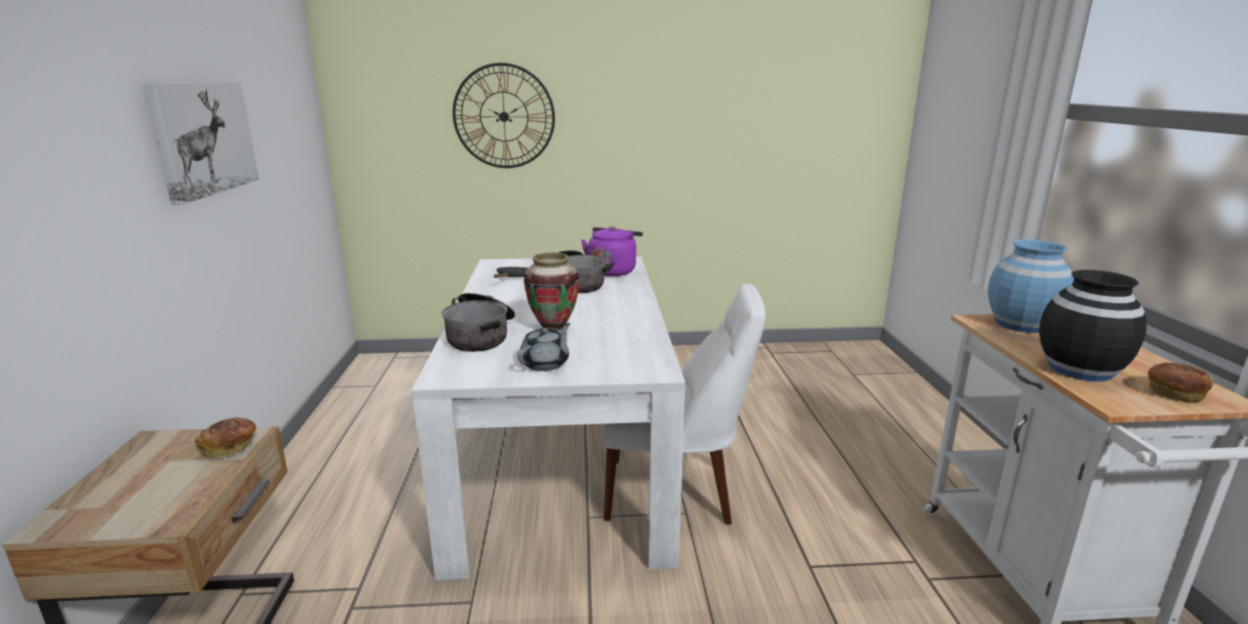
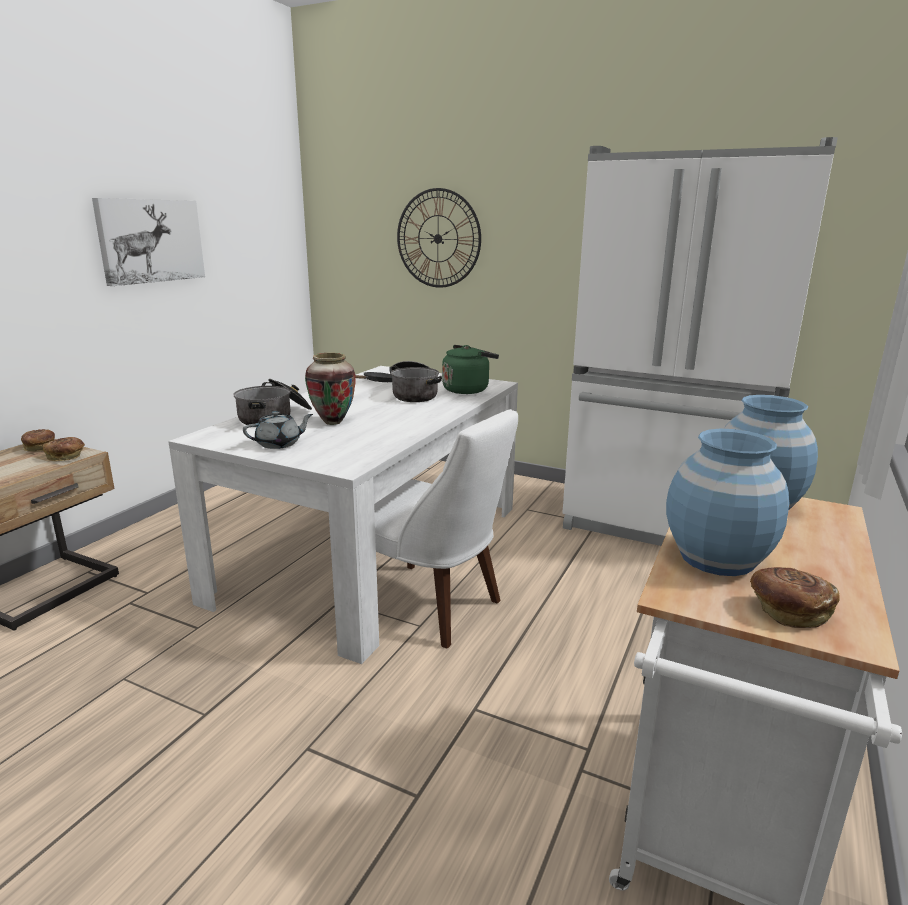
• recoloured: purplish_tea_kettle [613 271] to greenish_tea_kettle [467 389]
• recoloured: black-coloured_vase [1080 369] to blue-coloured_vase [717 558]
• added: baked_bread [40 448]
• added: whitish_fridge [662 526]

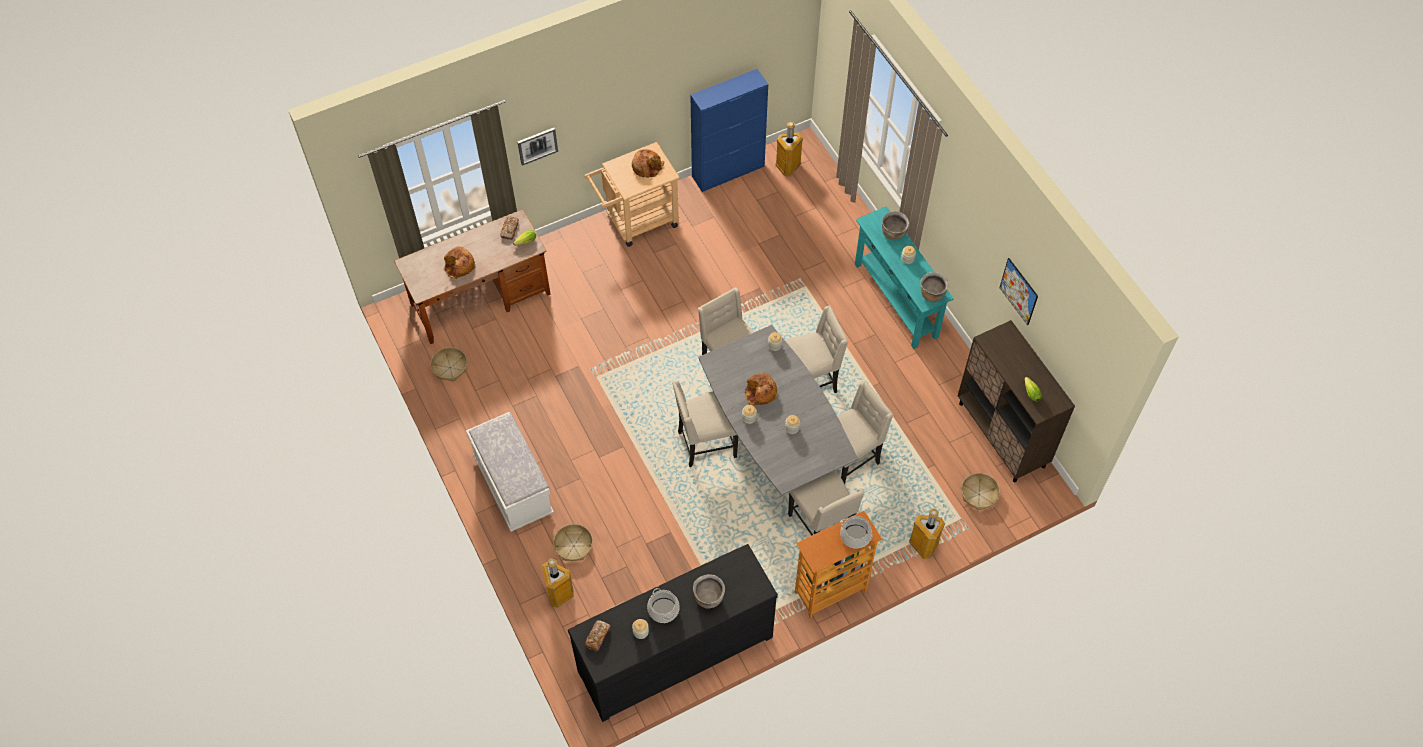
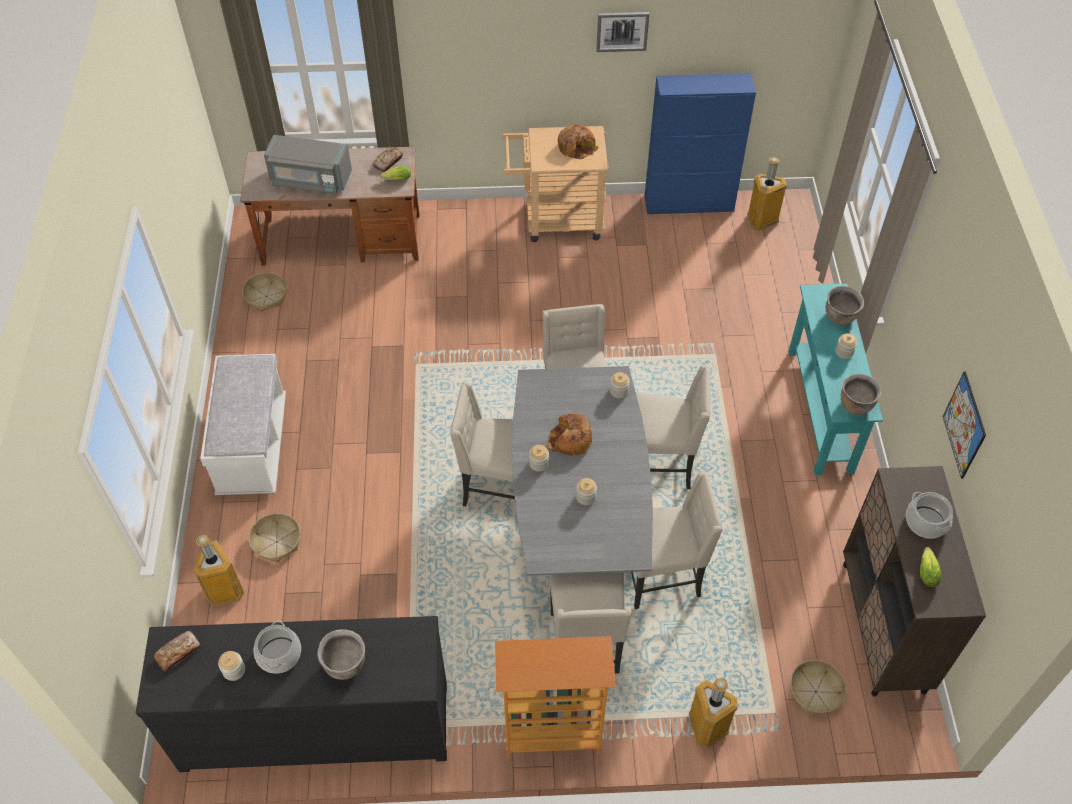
• replaced: baked_bread [459 266] to gray_kitchen_microwave [310 180]
• moved: picture [537 145] to [622 31]
• moved: cooking_pot [855 536] to [925 522]

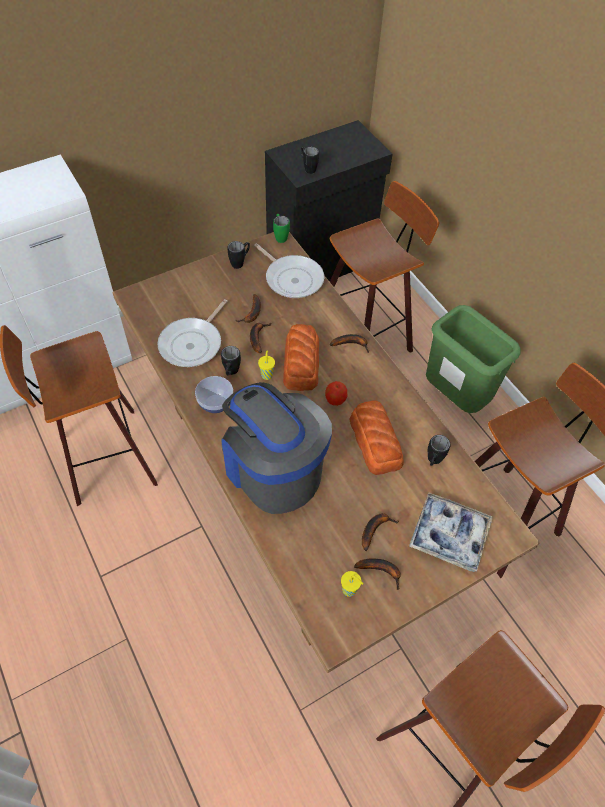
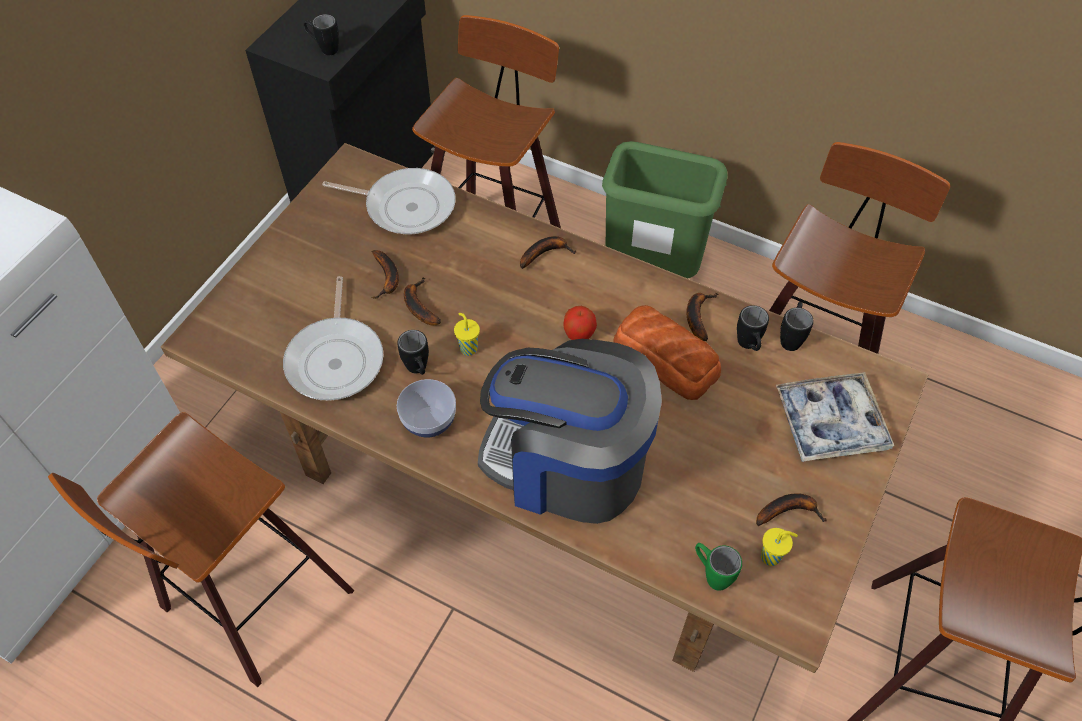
• moved: black-coloured_mug [240 262] to [791 337]
• moved: greenish_mug [280 236] to [711 574]
• removed: baked_bread [301 363]
• moved: banana_fruit [375 529] to [697 316]

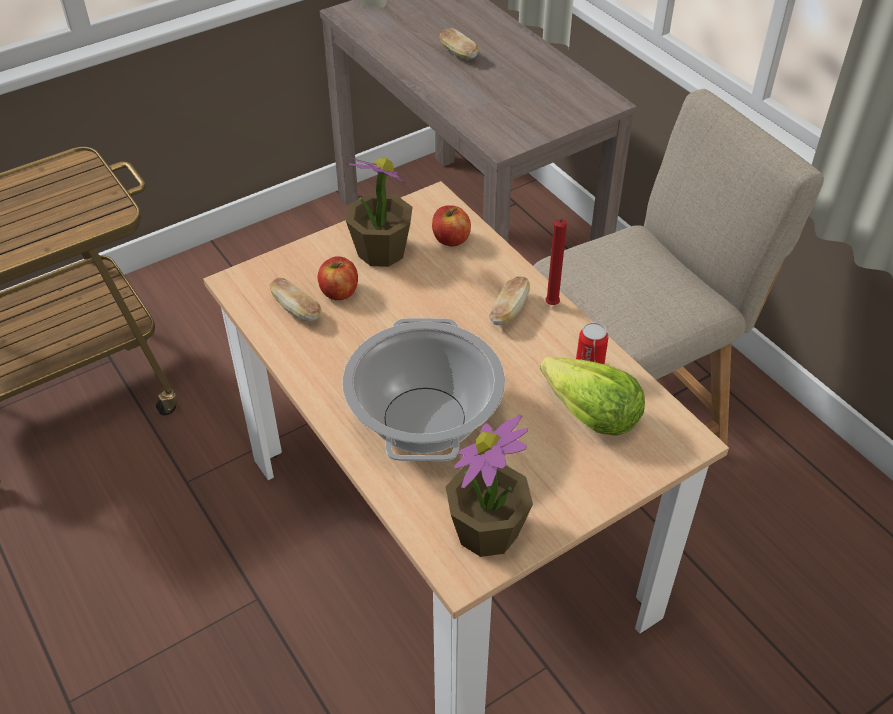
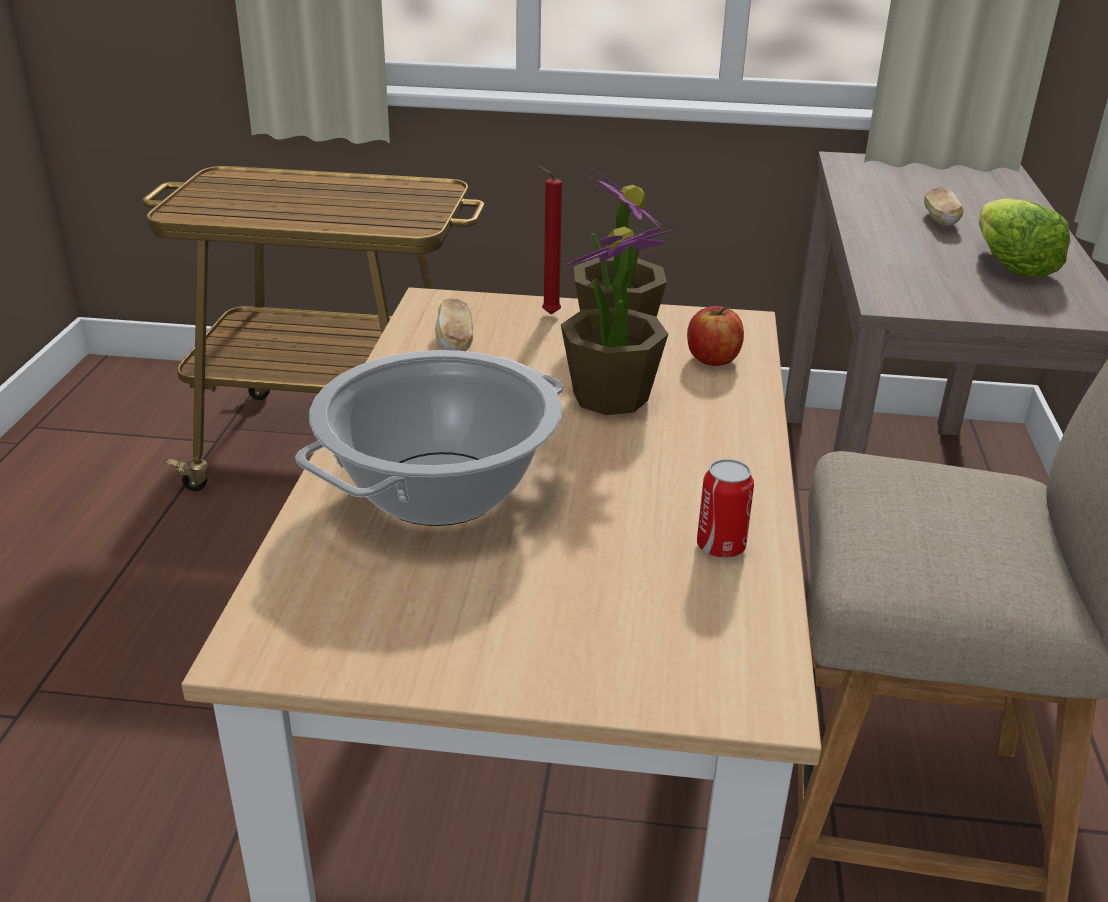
• removed: whole_apple [339 292]
• moved: houseplant [487 531] to [610 397]
• removed: baked_bread [508 311]
• moved: lettuce_head [589 414] to [1009 265]
• moved: red_wax_candle [550 305] to [548 314]

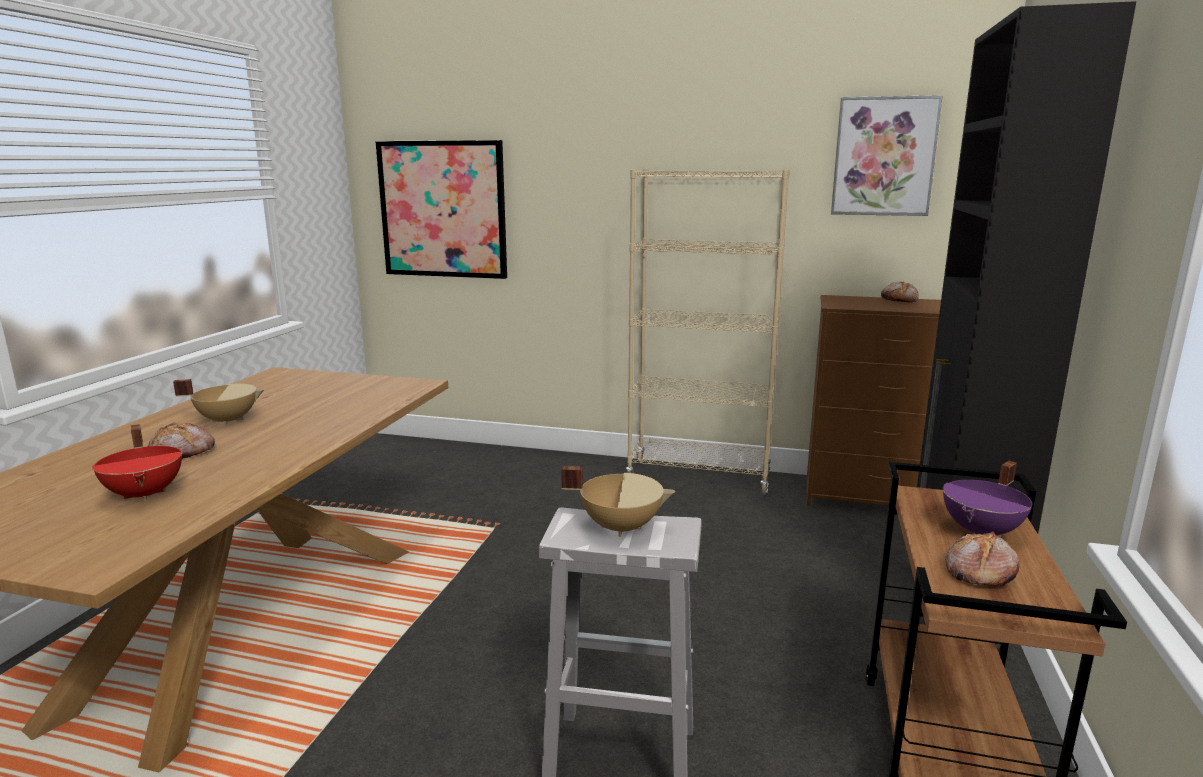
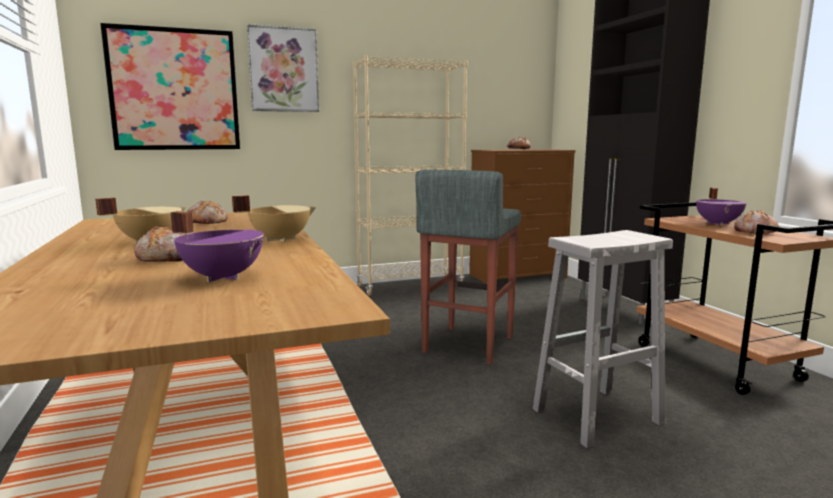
• recoloured: red_cooking_pot [146 494] to purplish_cooking_pot [223 277]
• moved: beige-coloured_cooking_pot [620 527] to [280 239]
• moved: picture [884 157] to [283 70]
• added: baked_bread [208 222]
• added: gray_stool_seat [467 344]

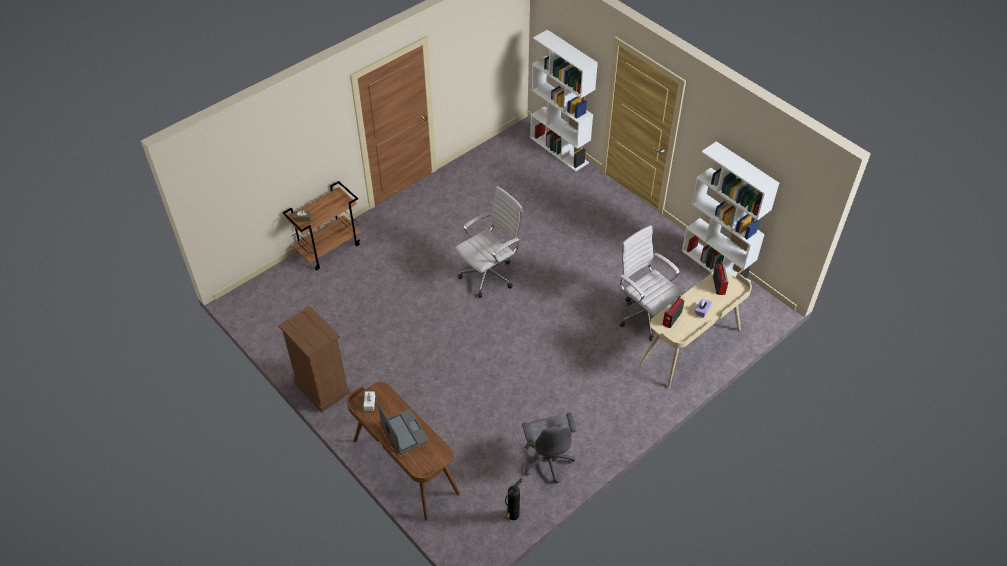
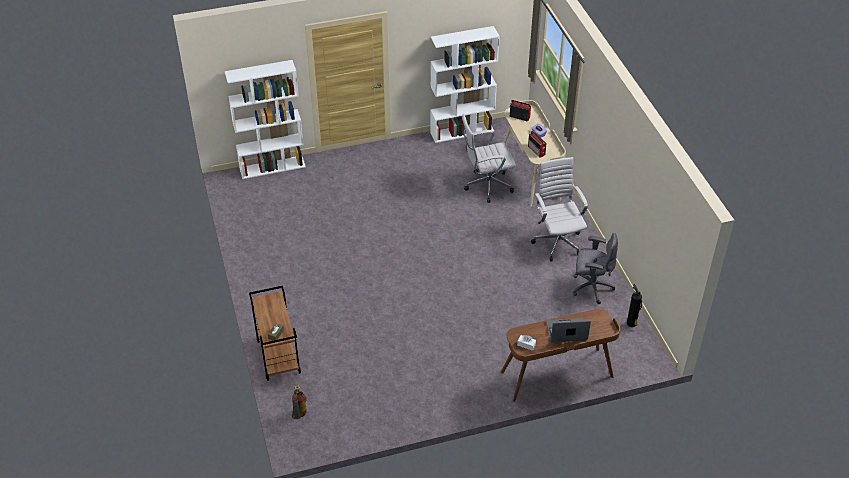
• removed: brown_drawer_chest [322 388]
• moved: whitish_desk_chair [489 275] to [557 241]
• added: fire-fighting_cylinder [299 417]

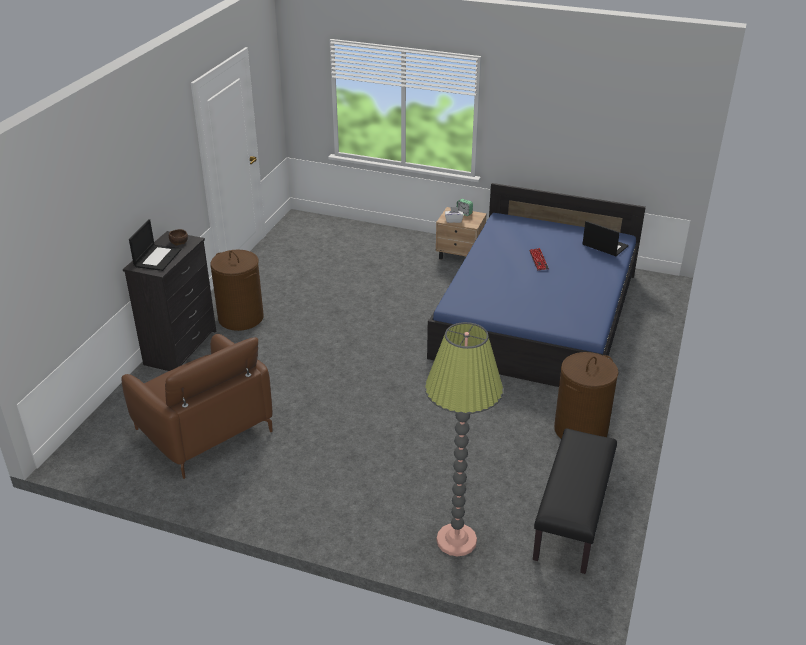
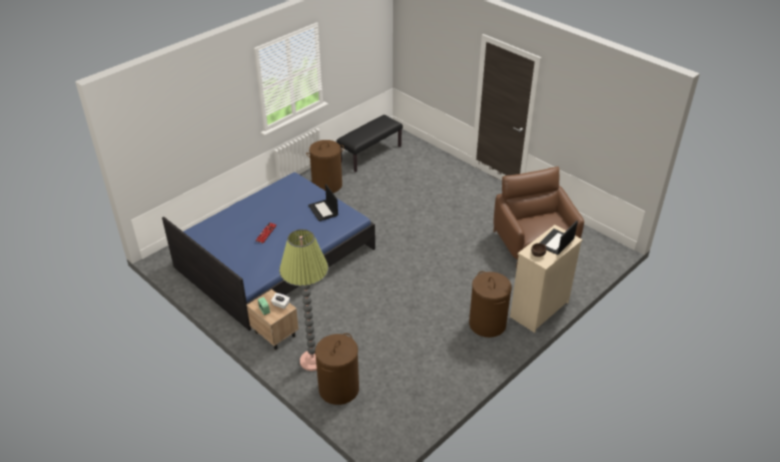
• recoloured: black-coloured_drawer_chest [181 347] to beige-coloured_drawer_chest [538 310]
• moved: standing_lamp [456 540] to [312 361]
• moved: notebook_computer [604 245] to [323 210]
• added: brown_laundry_basket [339 389]

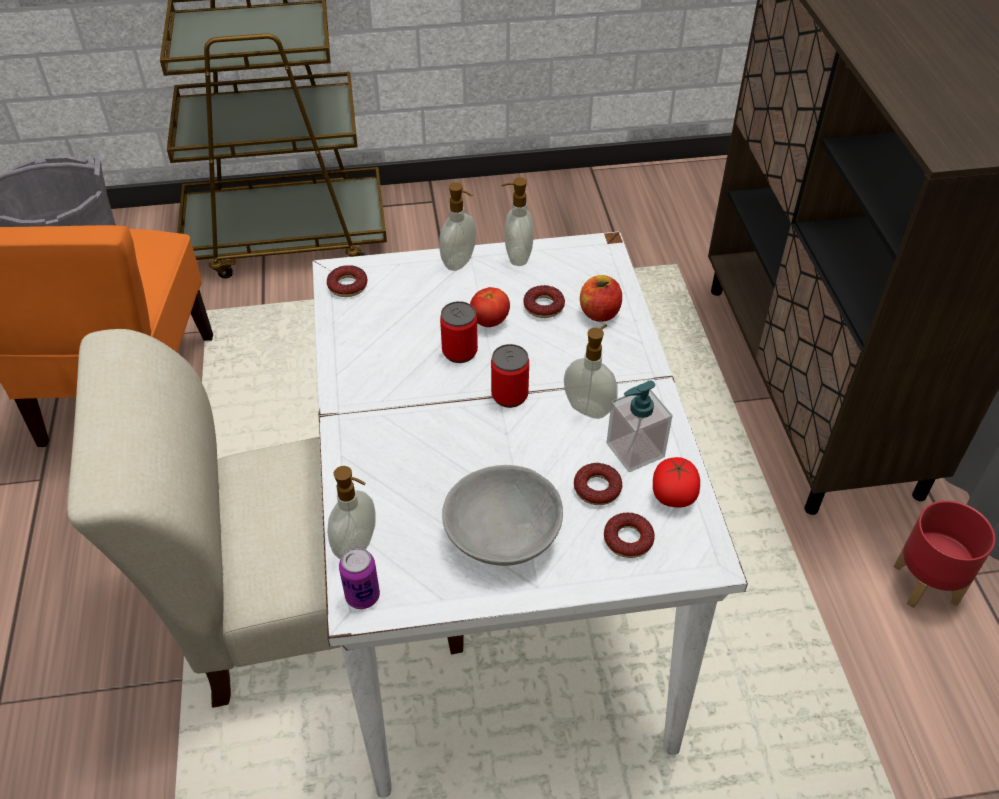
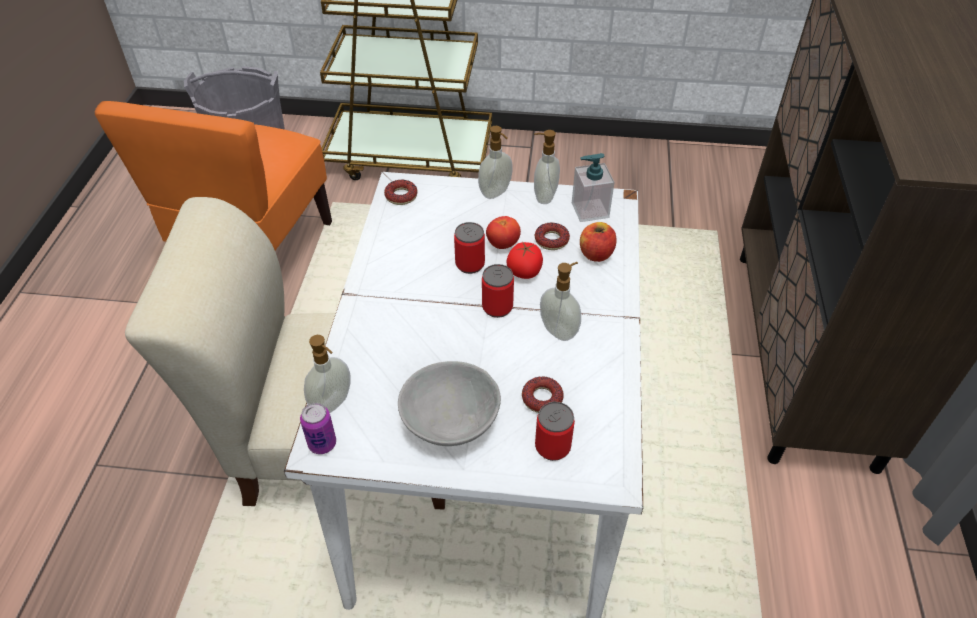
• replaced: doughnut [628 539] to can [552 447]
• moved: soap_dispenser [634 450] to [589 210]
• moved: whole_tomato [673 495] to [524 271]
• removed: red_planter [924 584]

